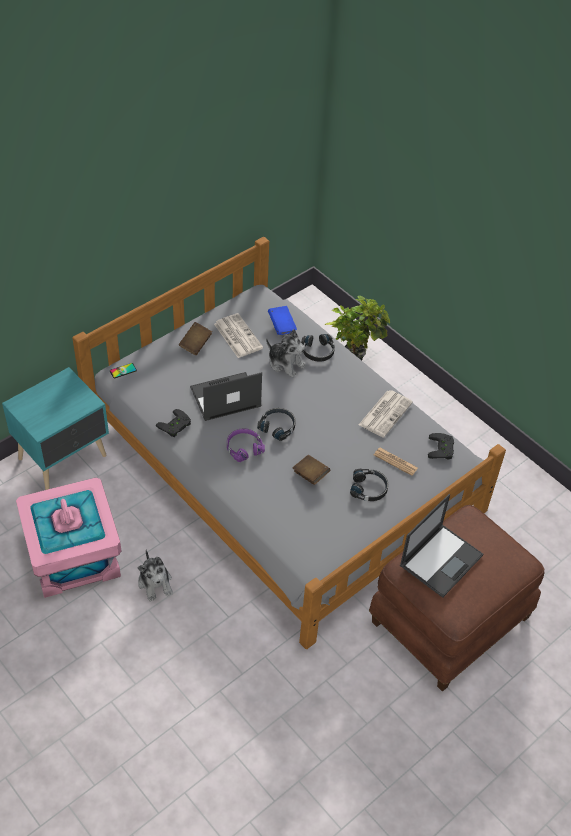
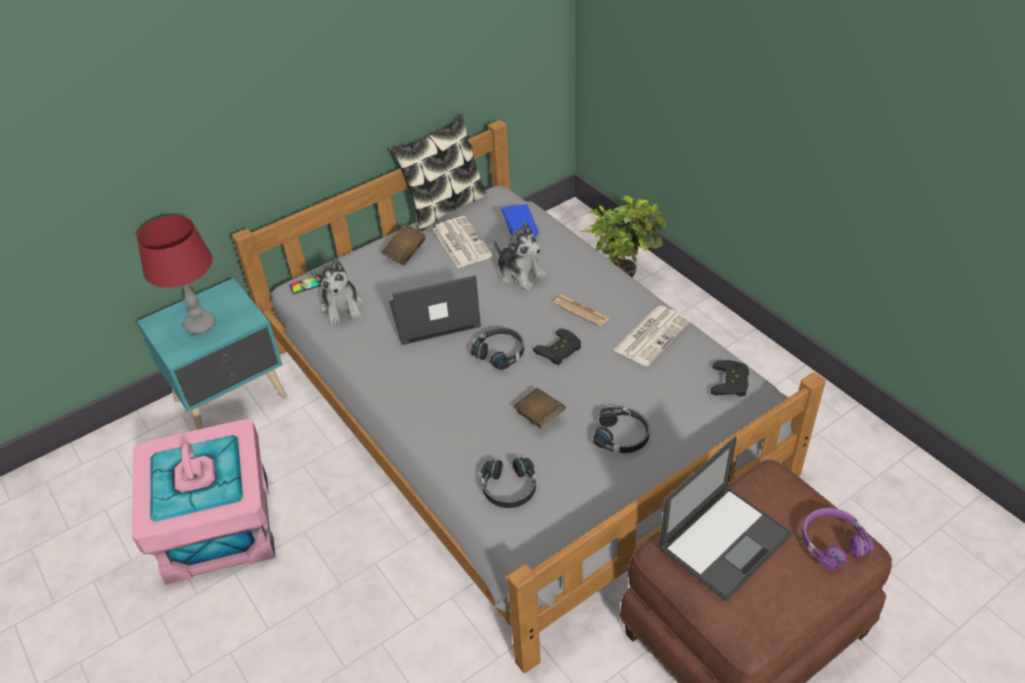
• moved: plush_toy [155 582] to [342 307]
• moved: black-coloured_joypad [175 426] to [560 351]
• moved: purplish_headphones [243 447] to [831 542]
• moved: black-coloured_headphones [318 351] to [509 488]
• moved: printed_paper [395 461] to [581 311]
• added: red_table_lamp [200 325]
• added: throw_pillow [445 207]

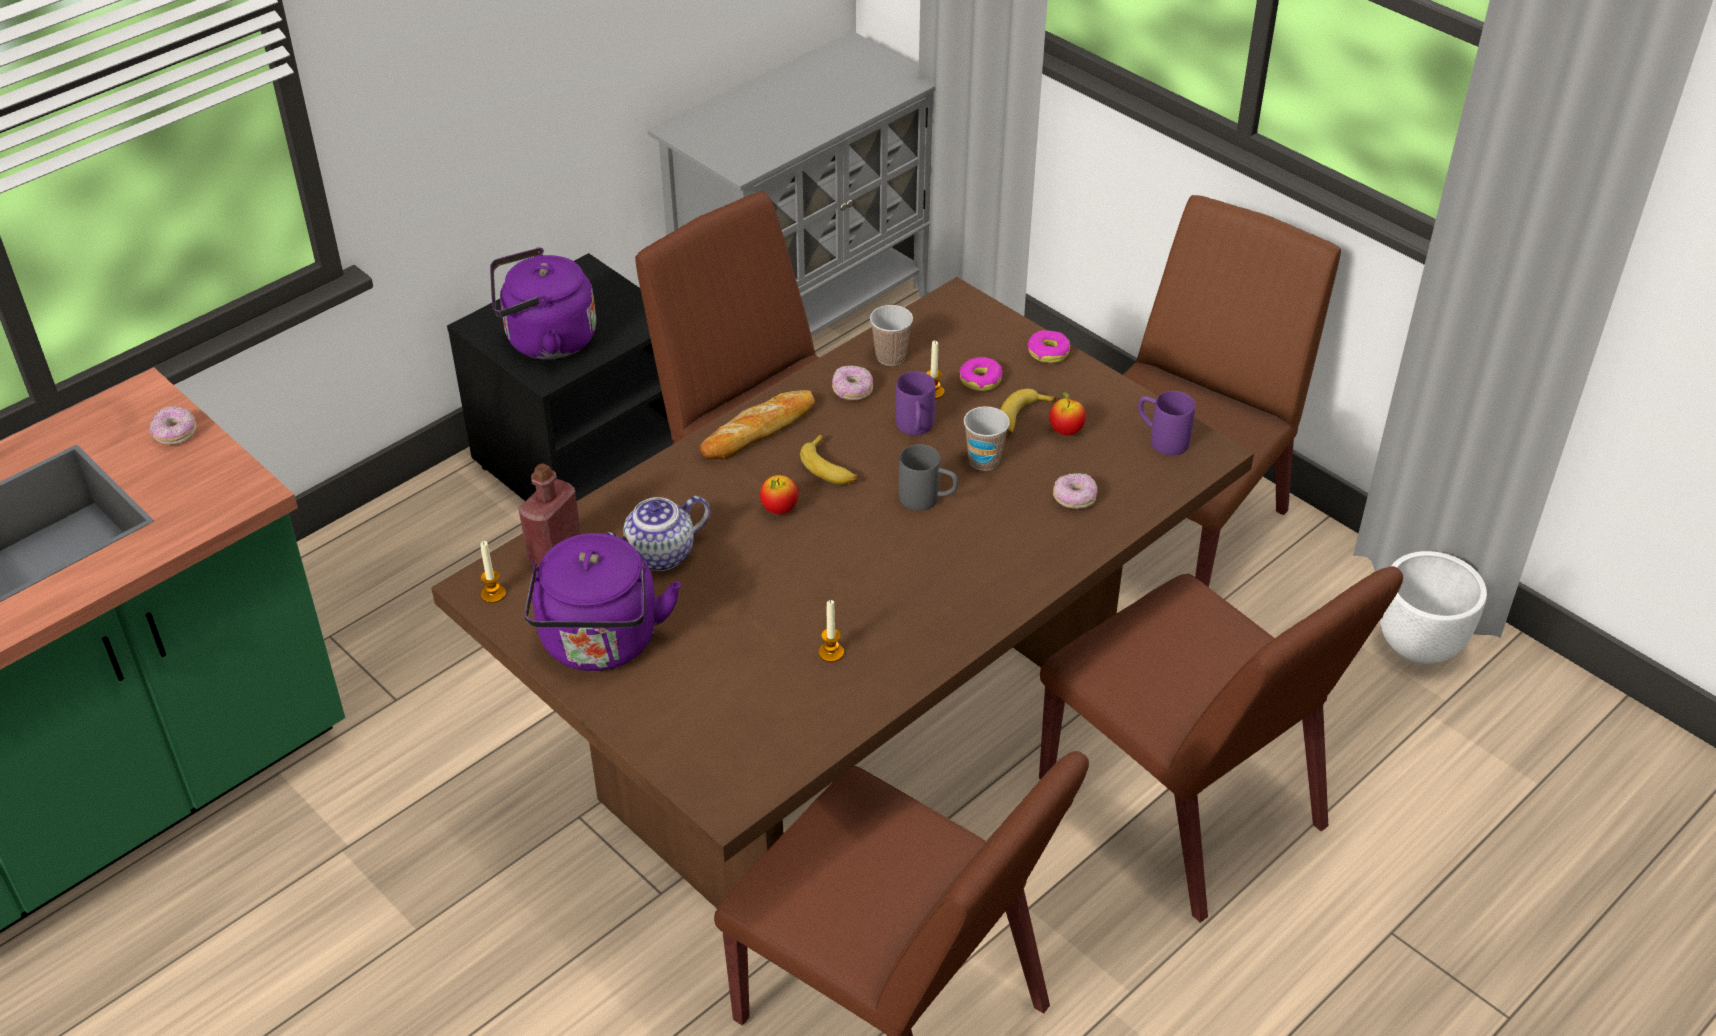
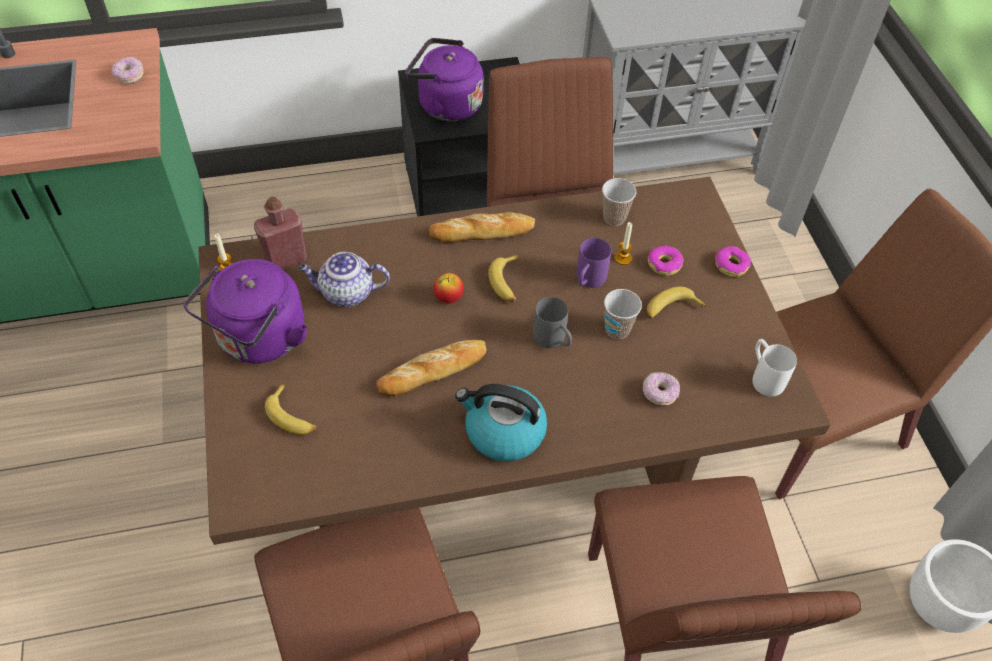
• removed: wax_candle [831 653]
• removed: doughnut [852 391]
• removed: whole_apple [1065 431]
• recoloured: purplish_mug [1161 439] to whitish_mug [764 376]
• added: banana_fruit [292 416]
• added: baked_bread [433 371]
• added: tea_kettle [503 432]

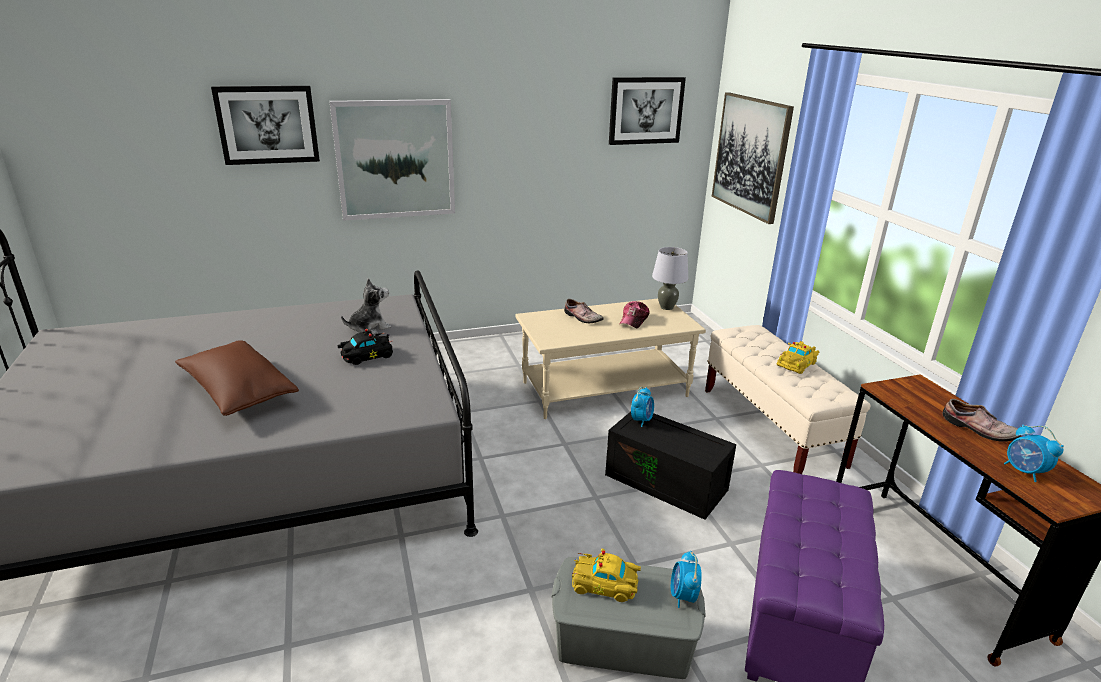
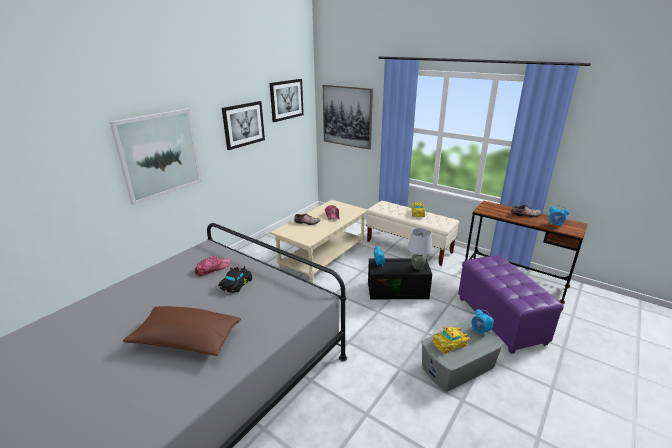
• moved: picture [267 125] to [243 124]
• replaced: plush_toy [369 328] to baseball_cap [212 268]
• moved: gray_table_lamp [666 307] to [417 267]

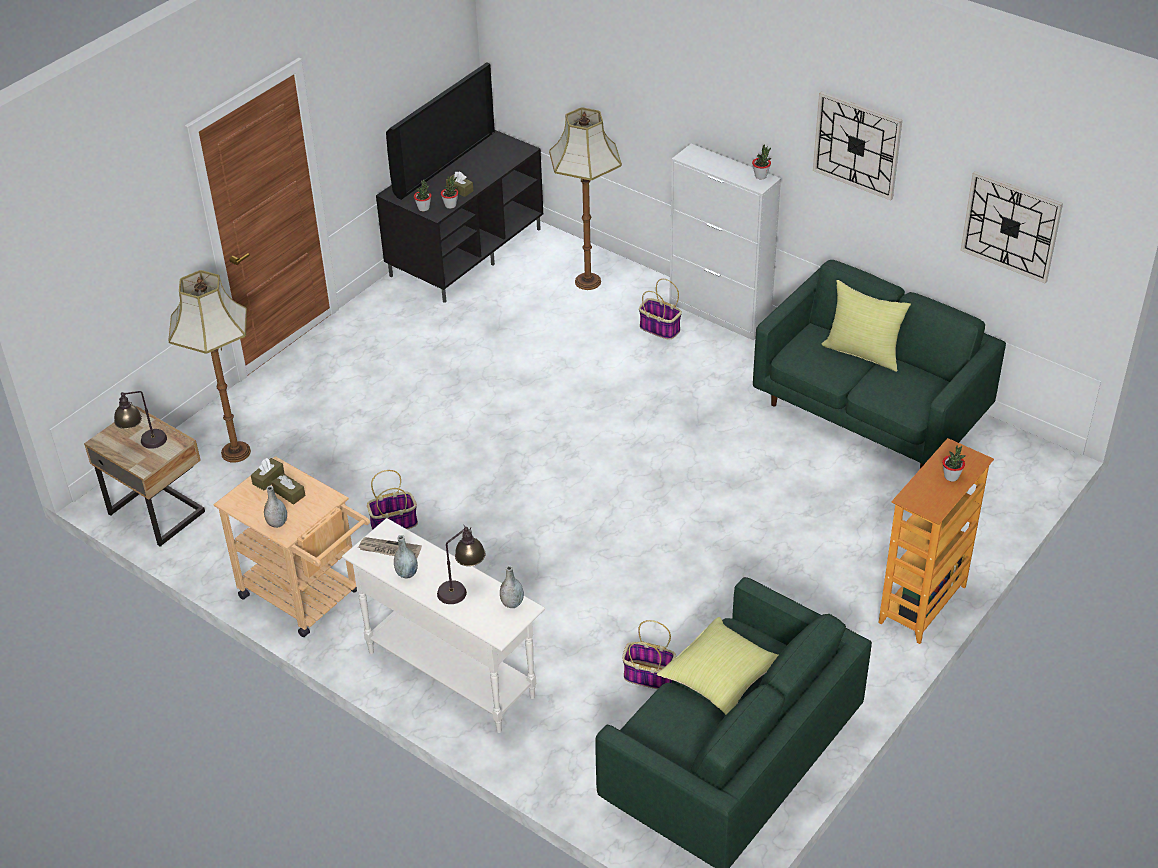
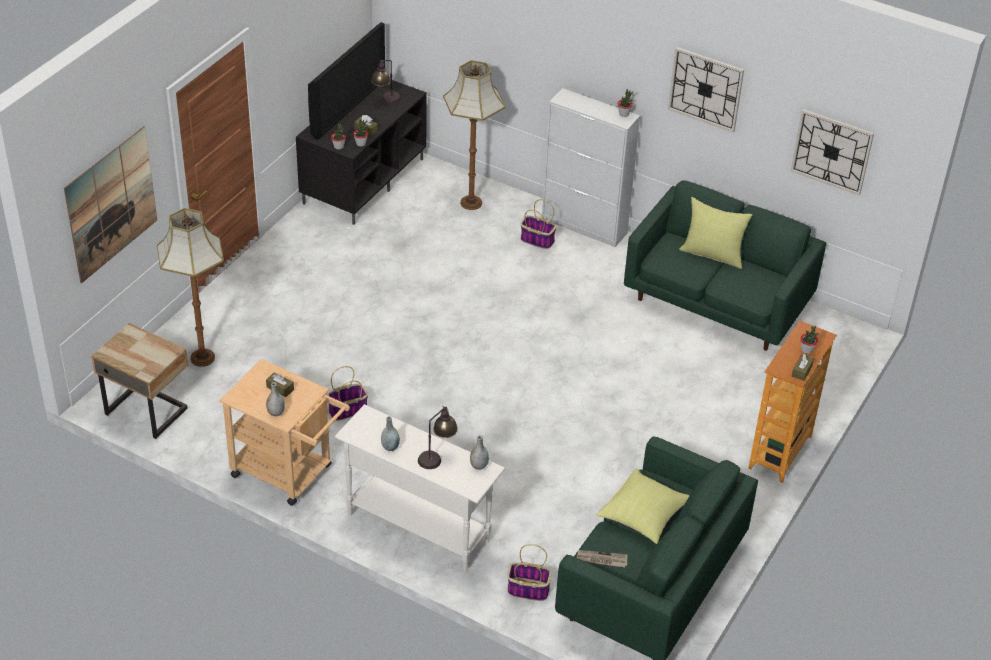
• moved: table_lamp [144 444] to [386 101]
• moved: brown_tissue_holder [268 479] to [801 371]
• moved: printed_paper [389 550] to [601 560]
• moved: storage_basket [647 676] to [527 590]
• added: picture [111 204]

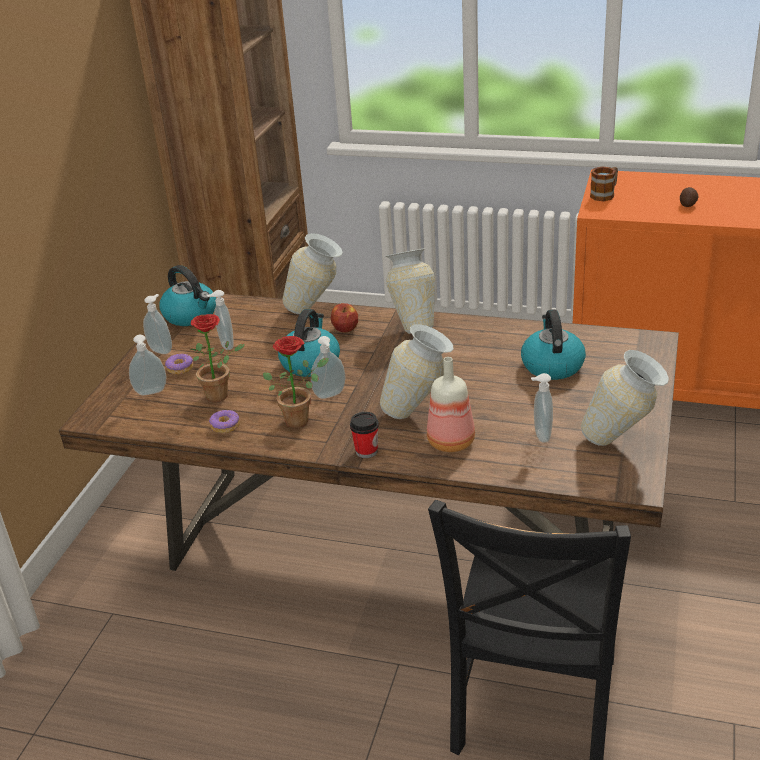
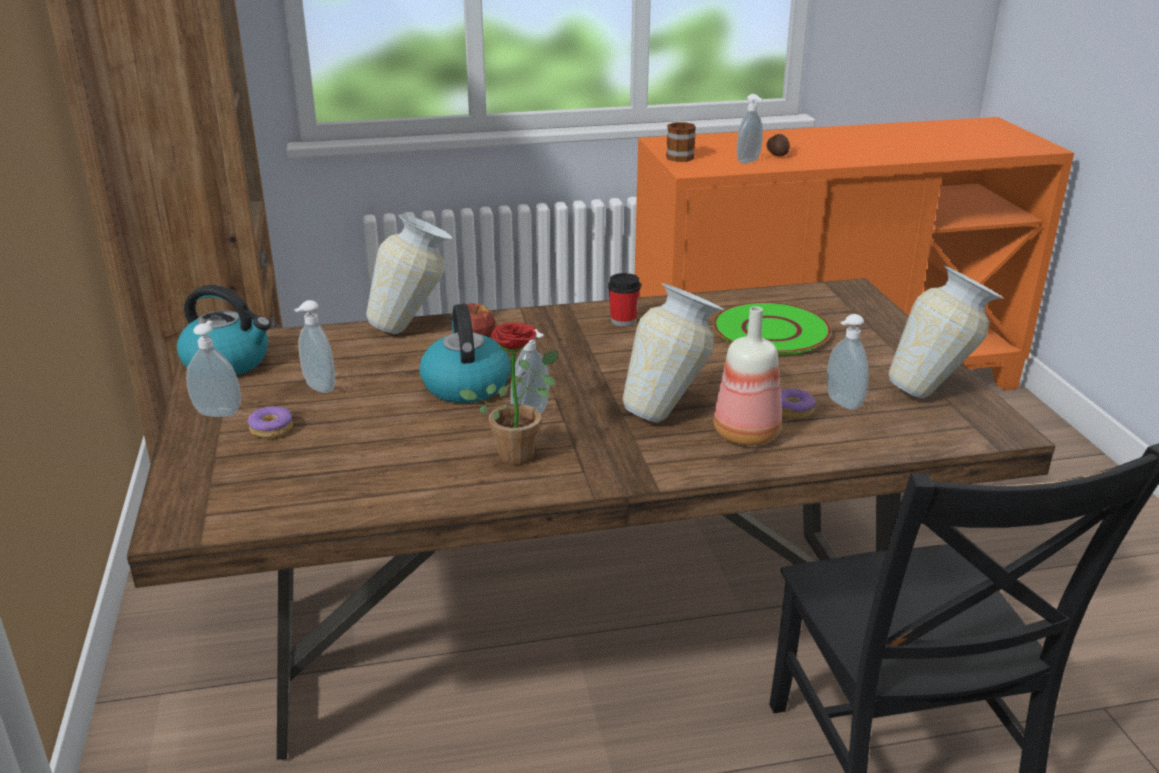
• moved: soap_dispenser [151 393] to [749 161]
• removed: houseplant [222 395]
• moved: doughnut [225 426] to [793 410]
• moved: cup [366 451] to [623 321]
• removed: vase [413 324]
• replaced: tea_kettle [552 365] to greenish_dinner_plate [771 331]

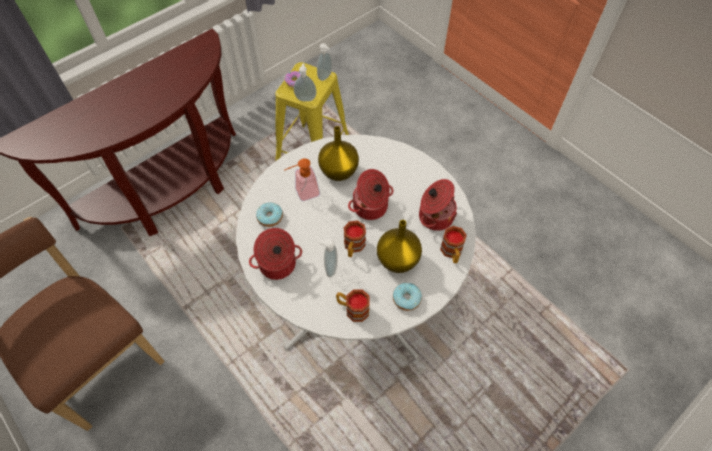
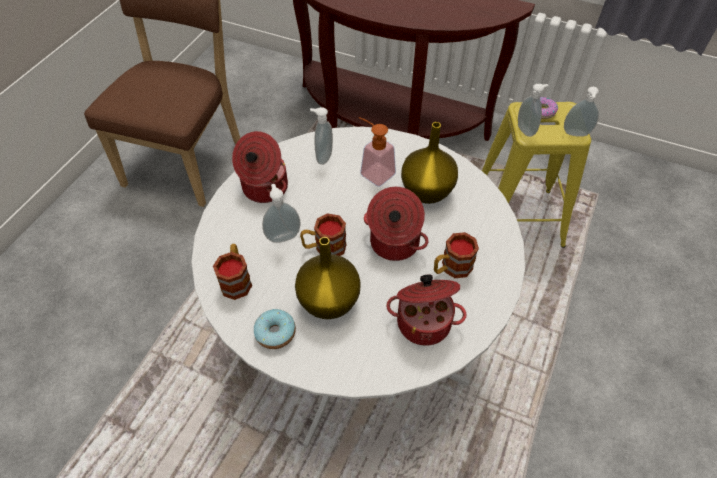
• replaced: doughnut [270 217] to soap_dispenser [323 157]
• moved: mug [452 253] to [451 268]

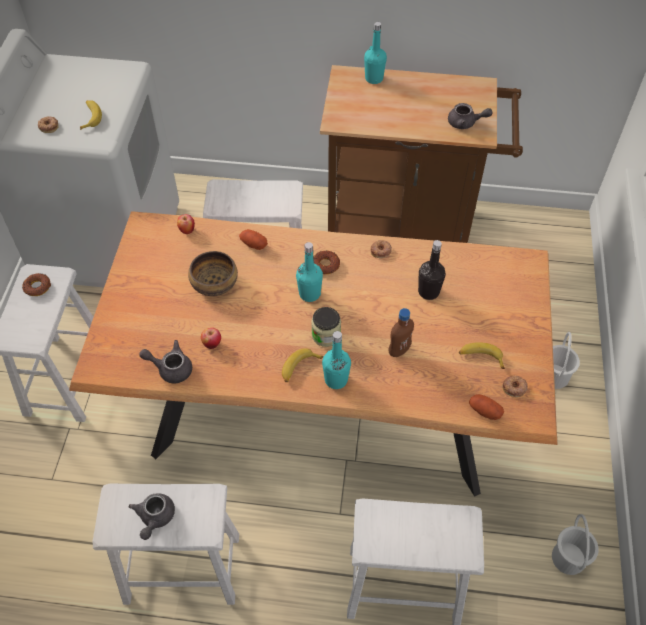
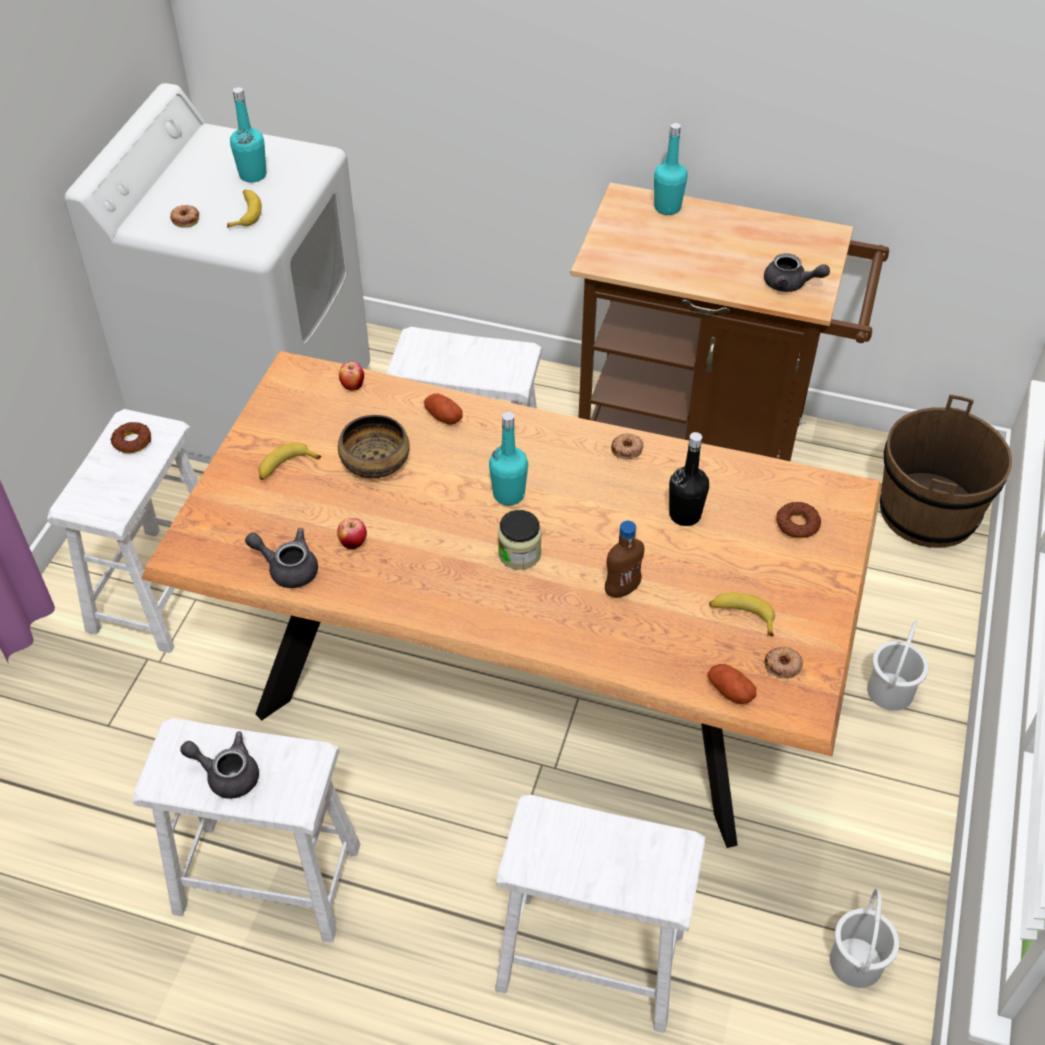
• turned: gray_teapot [155 518] = [227 774] 90 degrees clockwise
• moved: banana_fruit [299 368] to [285 467]
• moved: doughnut [325 265] to [797 524]
• moved: turquoise-coloured_drink_bottle [336 380] to [253 175]
• added: brown_bucket [928 511]

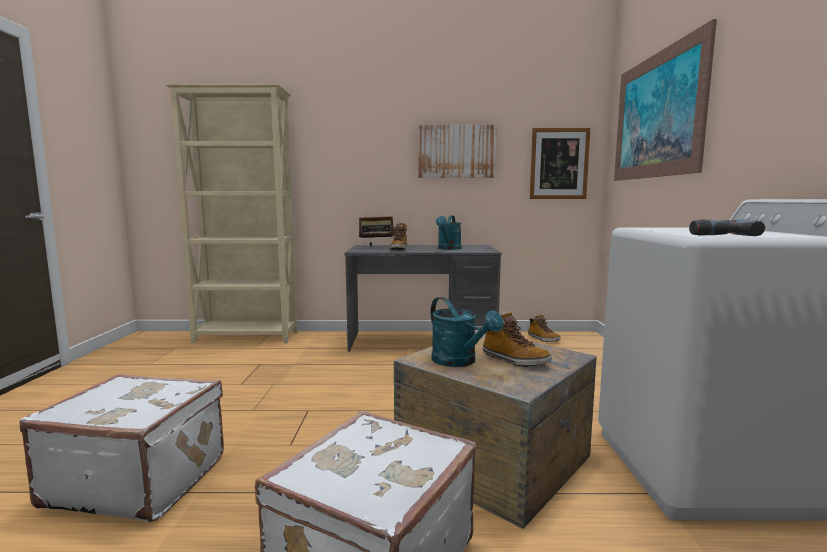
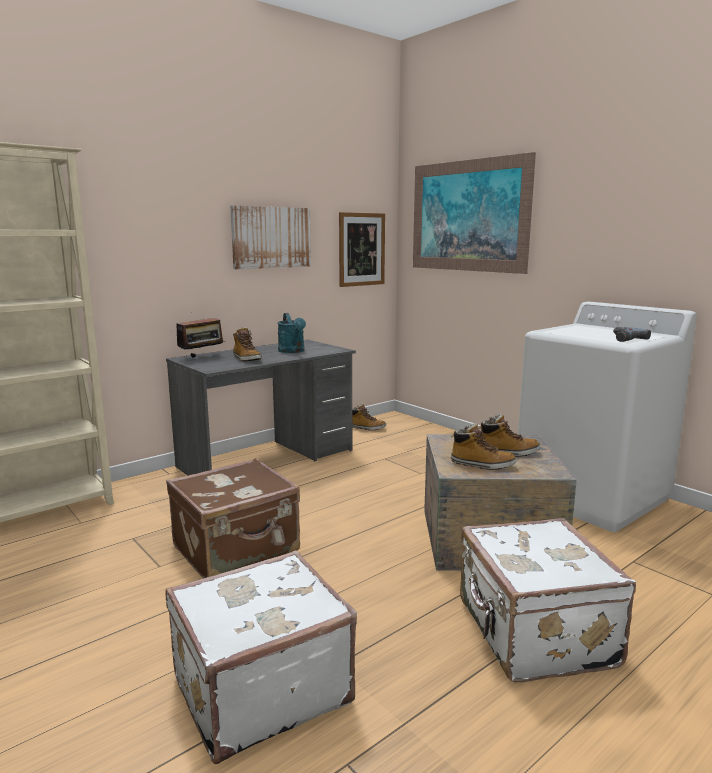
• replaced: turquoise-coloured_watering_pot [459 362] to tall_boot [482 465]
• added: brown_travel_case [237 549]

